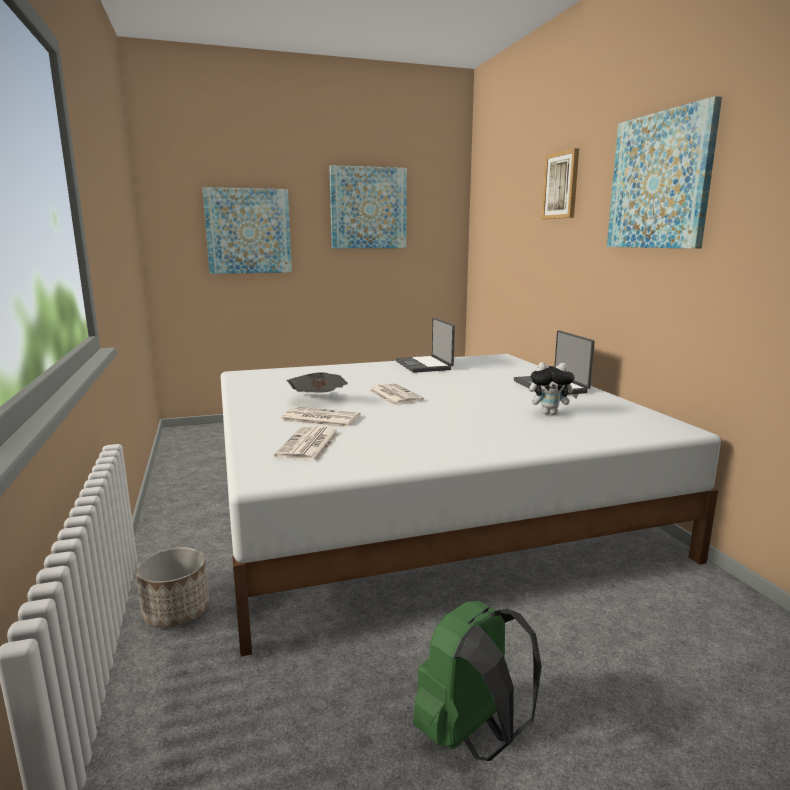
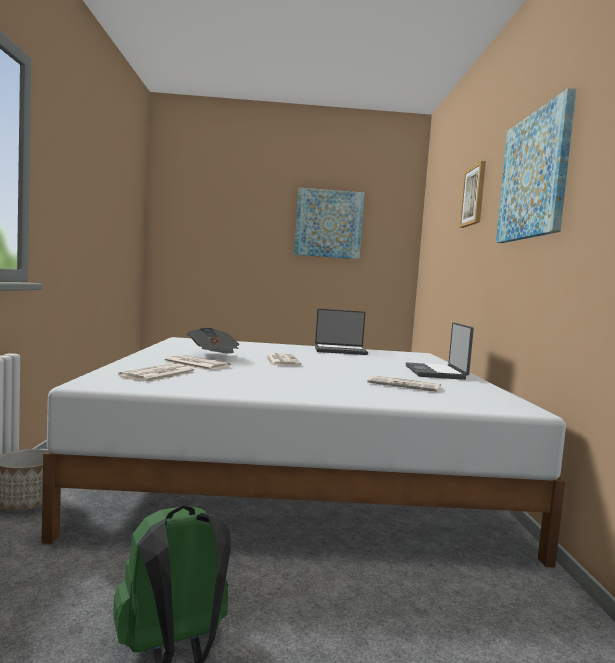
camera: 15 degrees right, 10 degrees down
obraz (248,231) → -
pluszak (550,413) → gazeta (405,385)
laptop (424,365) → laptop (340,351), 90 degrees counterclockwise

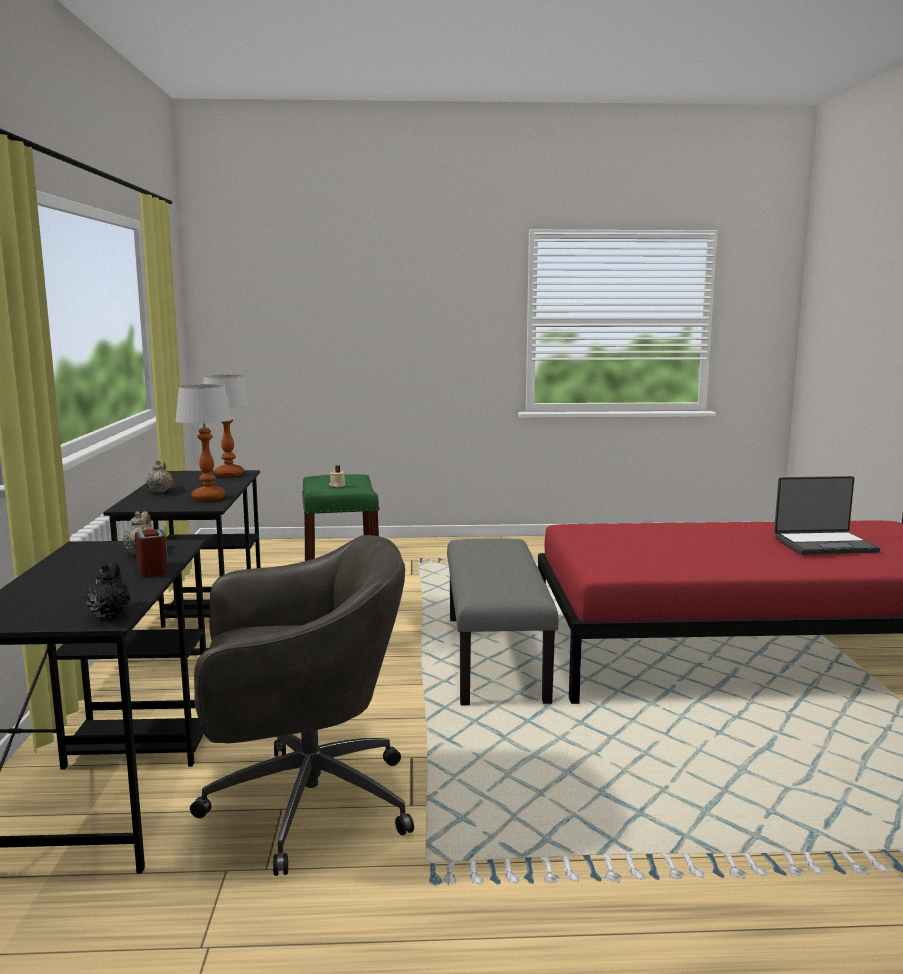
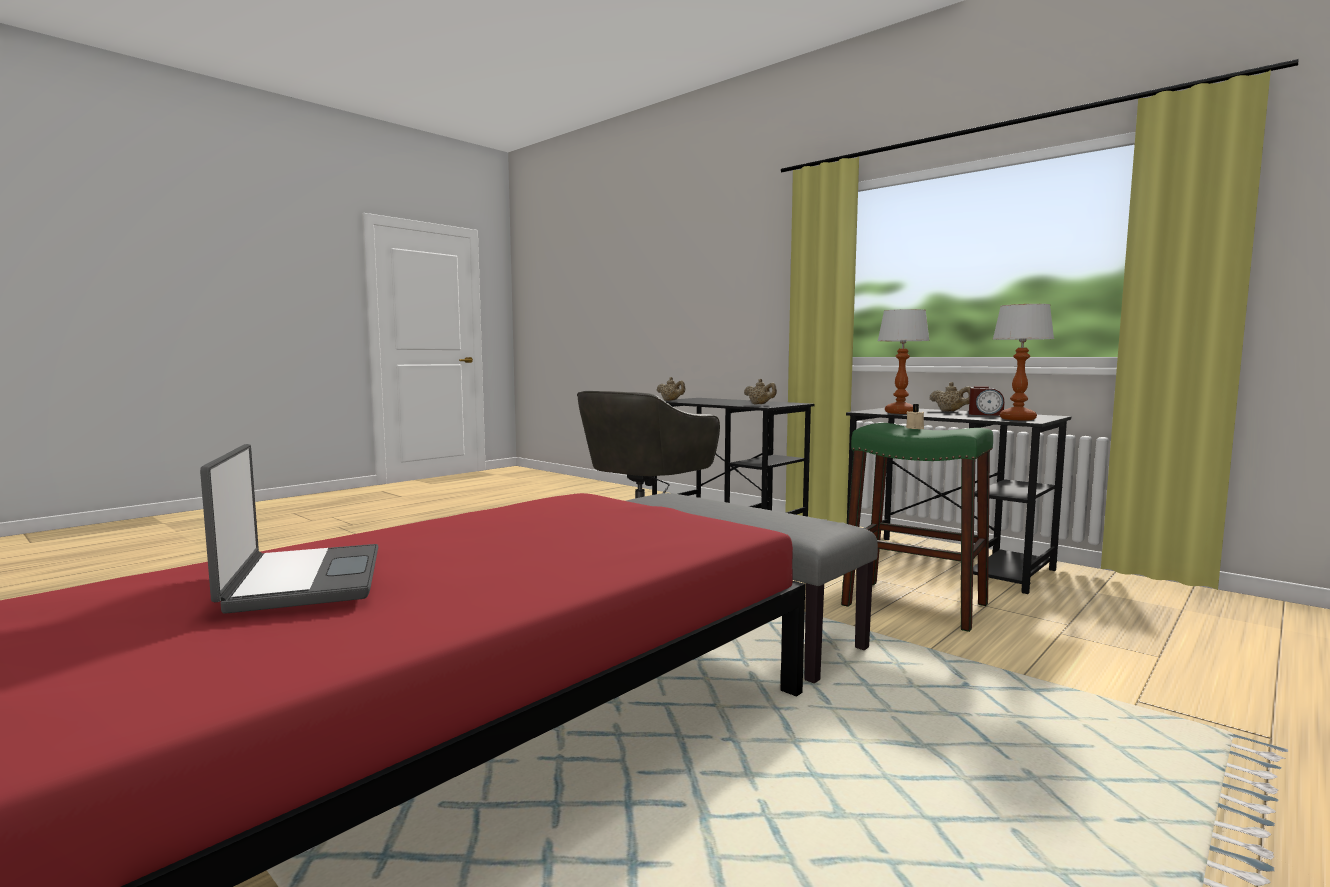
camera: 135 degrees right, 5 degrees down
budzik (153,569) → budzik (985,414), move
imbryk/czarny (110,614) → imbryk/beżowy (671,400)
laptop (824,544) → laptop (301,580), 120 degrees clockwise

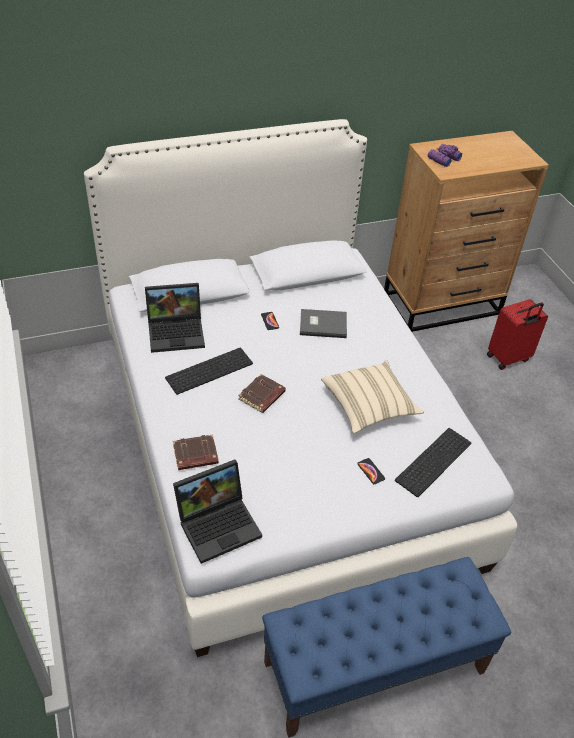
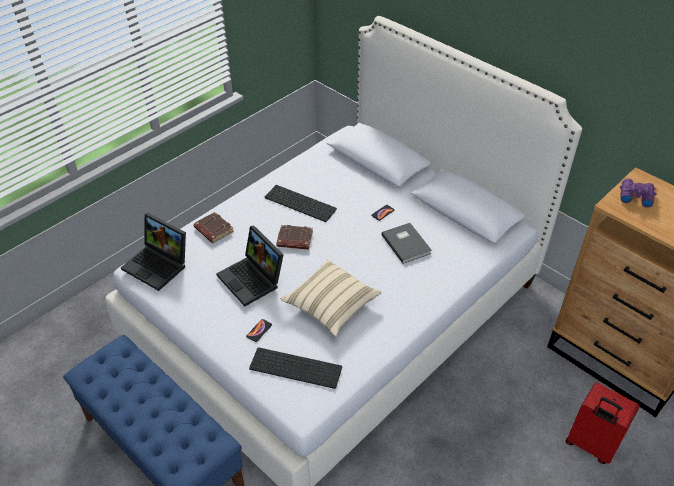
camera: 65 degrees right, 0 degrees up
laptop (177,332) → laptop (253,279), move

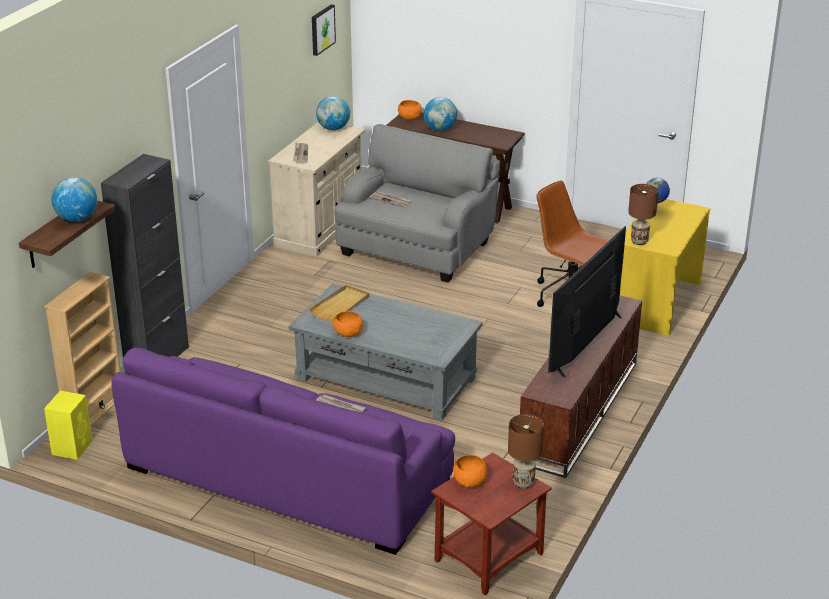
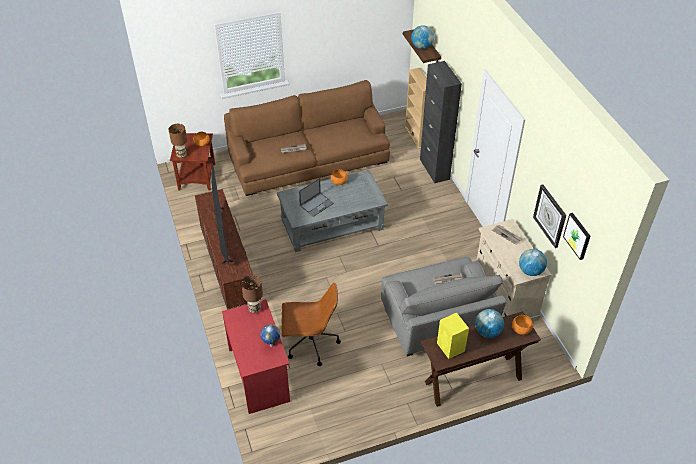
camera: 135 degrees right, 15 degrees up
taca/beżowy (340,305) → -
- → laptop (316,204)
- → zegar ścienny (550,216)
głośnik/żółty (72,447) → głośnik/żółty (451,347), move
kanapa/fioletowy (288,473) → kanapa/brązowy (309,160)
biurko/żółty (656,302) → biurko/czerwony (259,374)

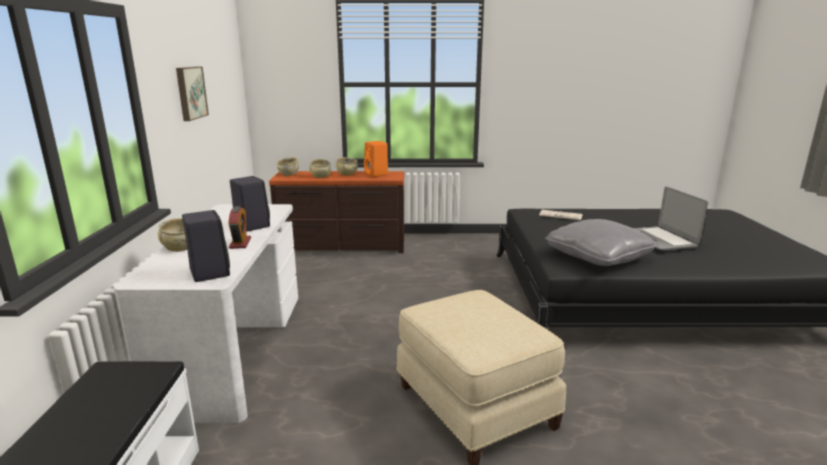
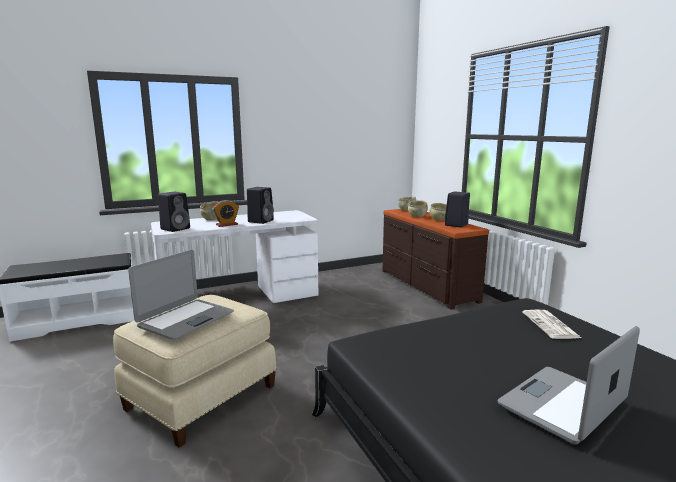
camera: 65 degrees right, 5 degrees down
obraz (190,92) → -
poduszka/szary (597,257) → -
- → laptop (185,319)
głośnik/pomarańczowy (377,174) → głośnik/czarny (456,225)

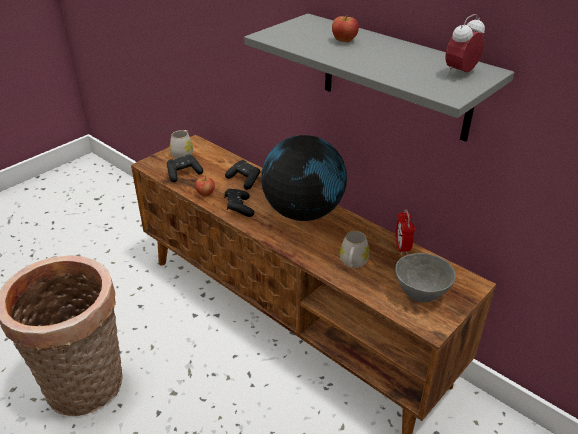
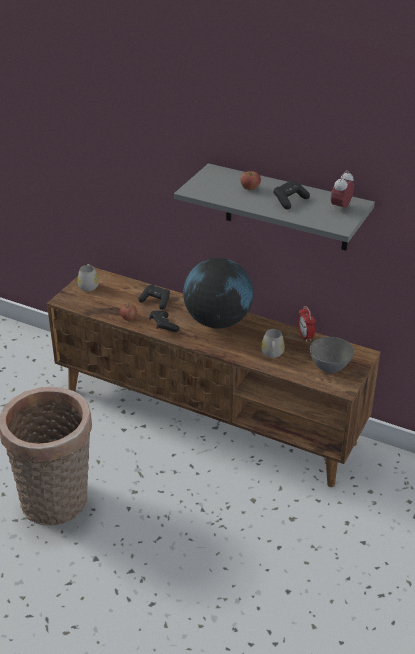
camera: 15 degrees left, 0 degrees up
pad do gier/czarny (184,173) → pad do gier/czarny (289,201), move

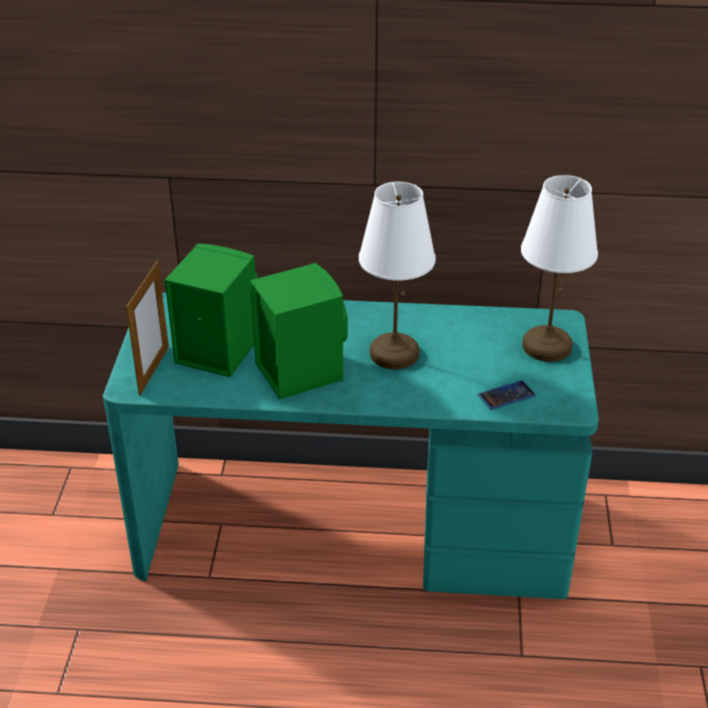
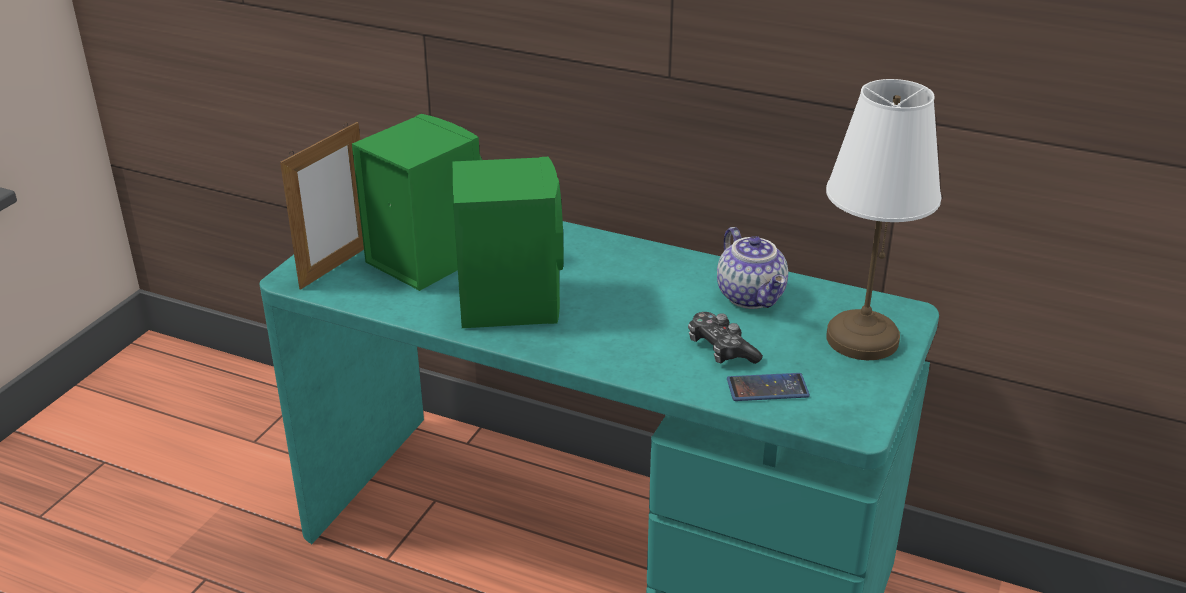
camera: 20 degrees right, 5 degrees down
lampa stołowa/biały (393,354) → -
- → pad do gier (721,349)
- → imbryk (752,296)

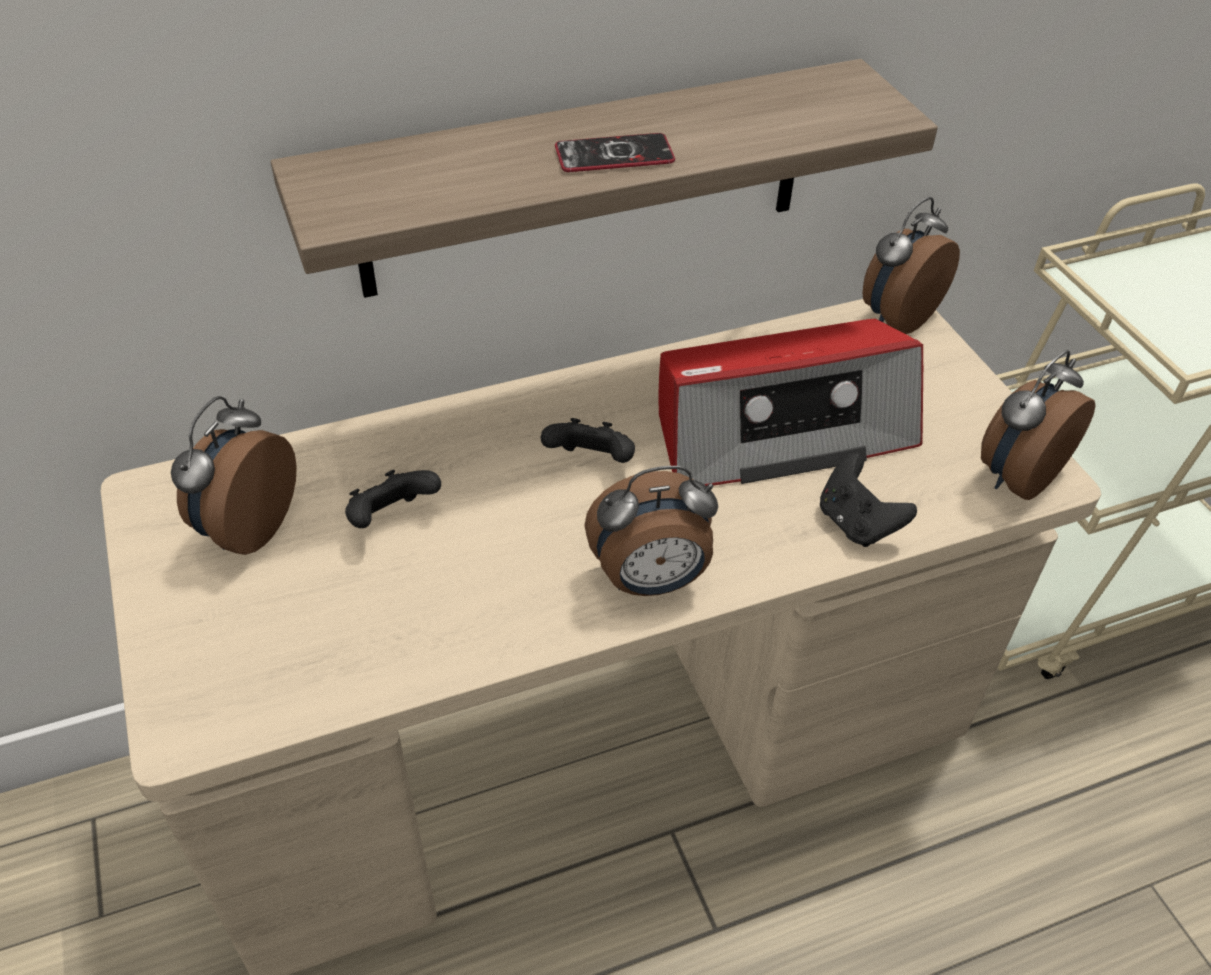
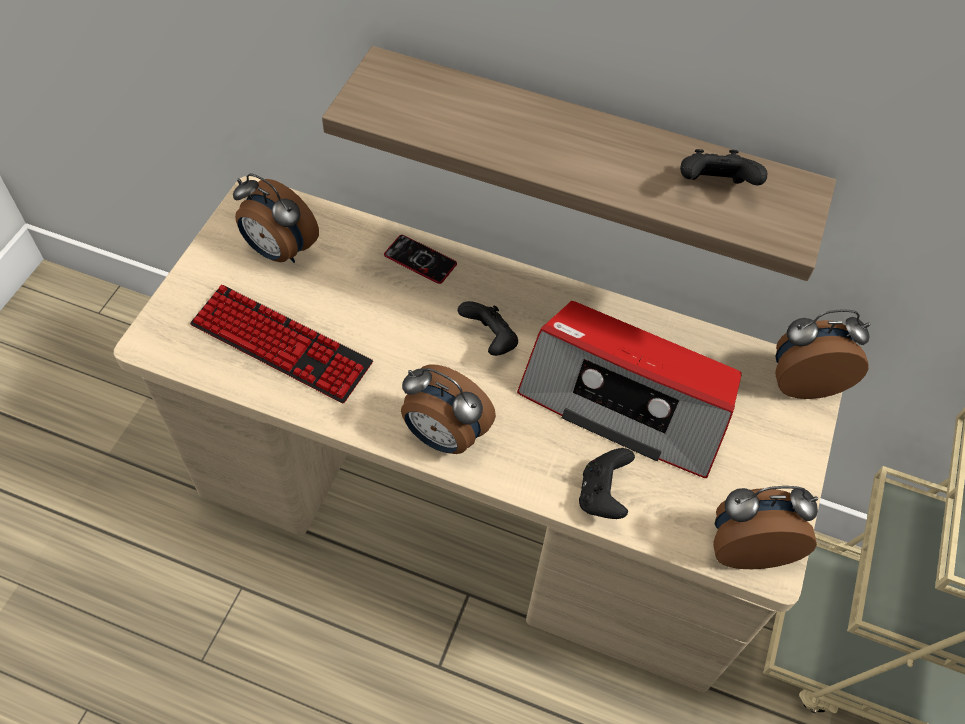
camera: 40 degrees right, 10 degrees up
- → klawiatura (281,345)
pad do gier/czarny (392,518) → pad do gier/czarny (714,187), move
telefon (614,155) → telefon (420,260), move
budzik (246,527) → budzik (279,251), 120 degrees counterclockwise

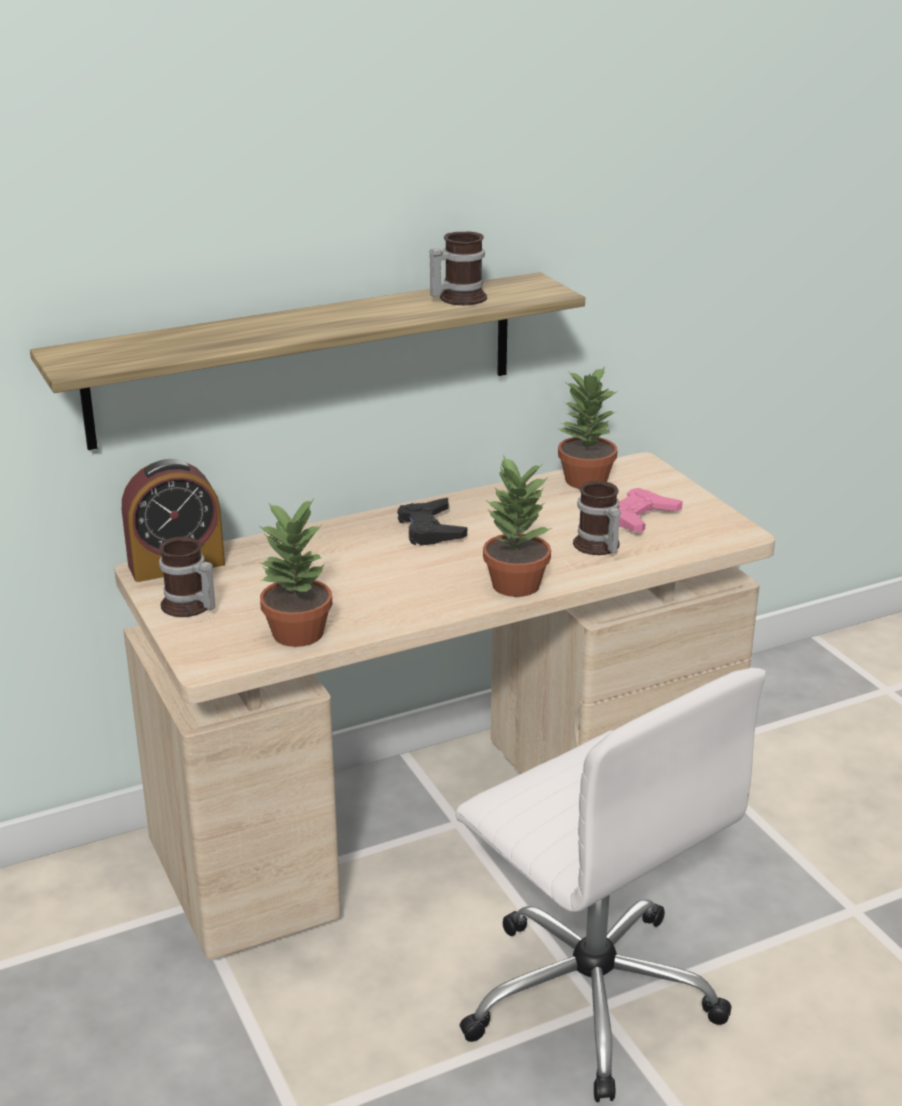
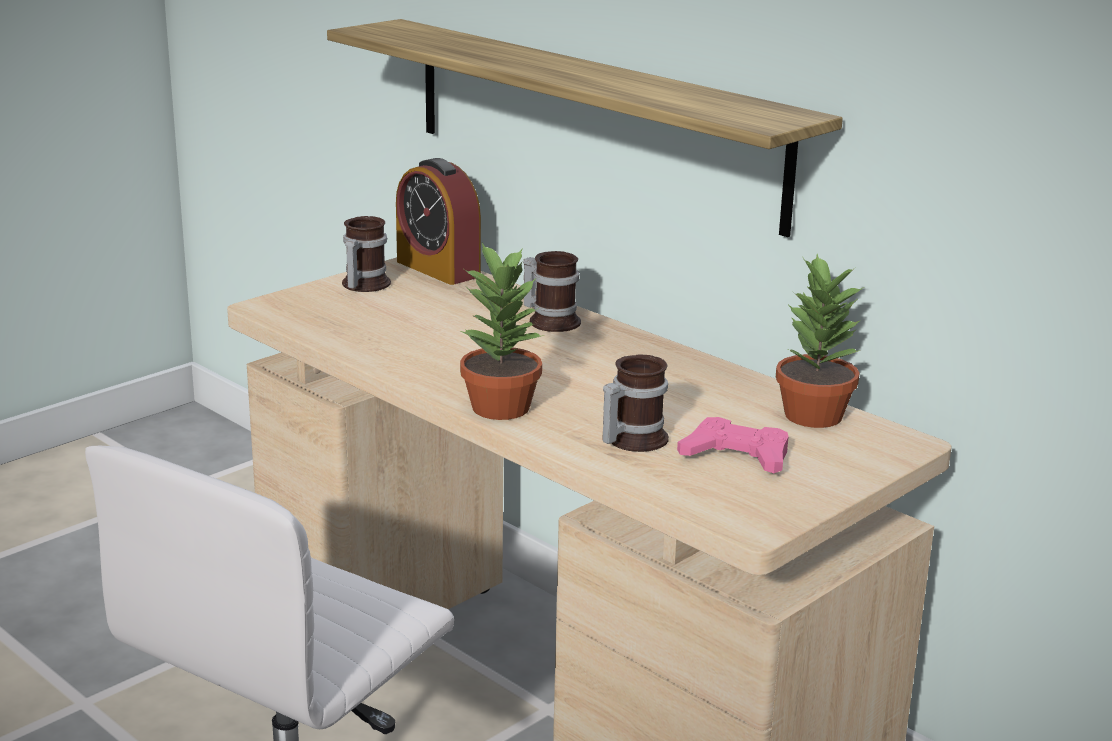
camera: 70 degrees right, 5 degrees down
roślina doniczkowa (299,634) → -
pad do gier/czarny (430,529) → -
kubek (457,298) → kubek (552,320), move

